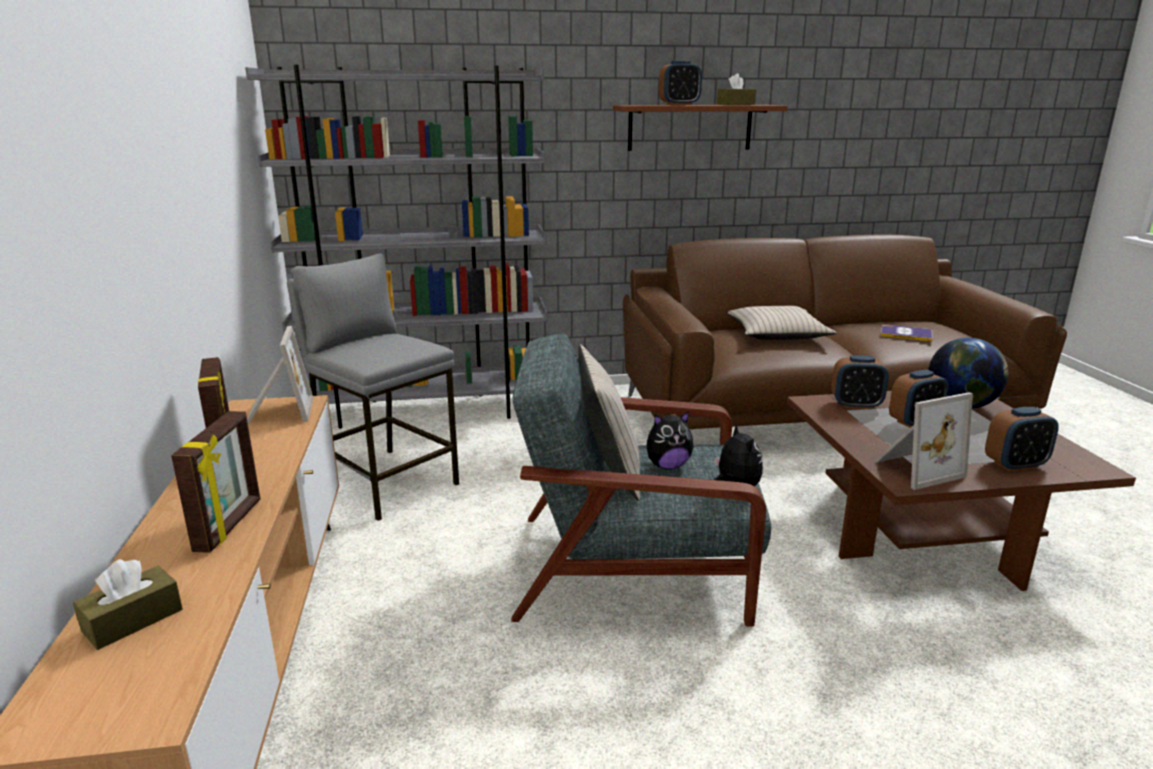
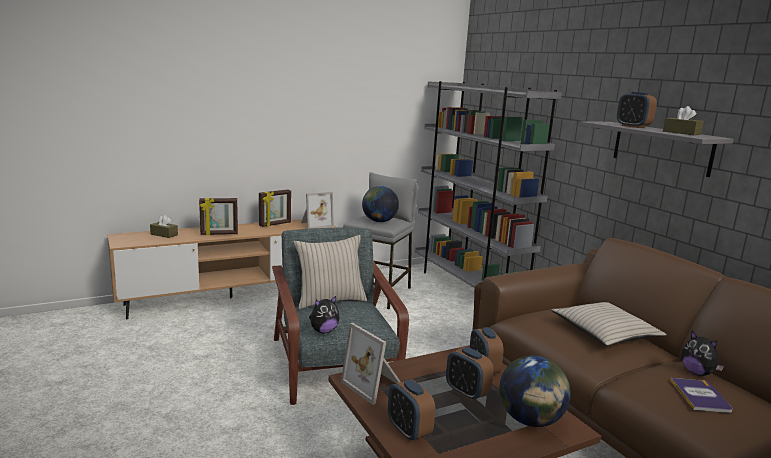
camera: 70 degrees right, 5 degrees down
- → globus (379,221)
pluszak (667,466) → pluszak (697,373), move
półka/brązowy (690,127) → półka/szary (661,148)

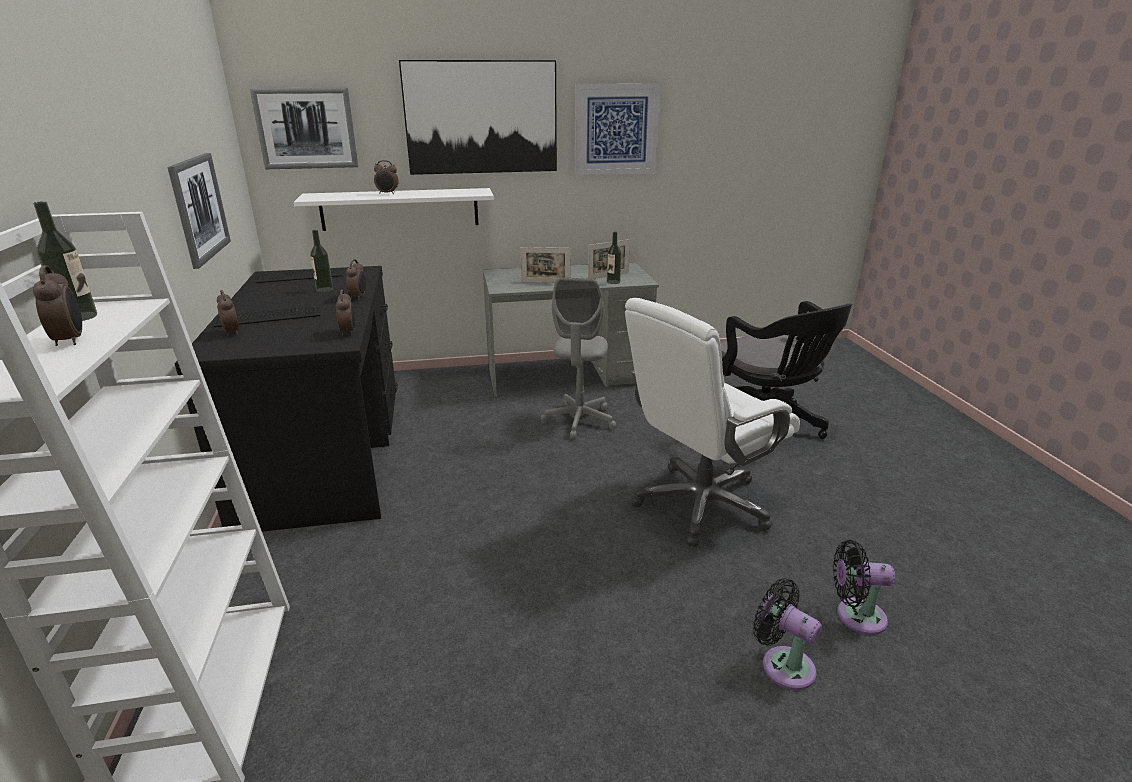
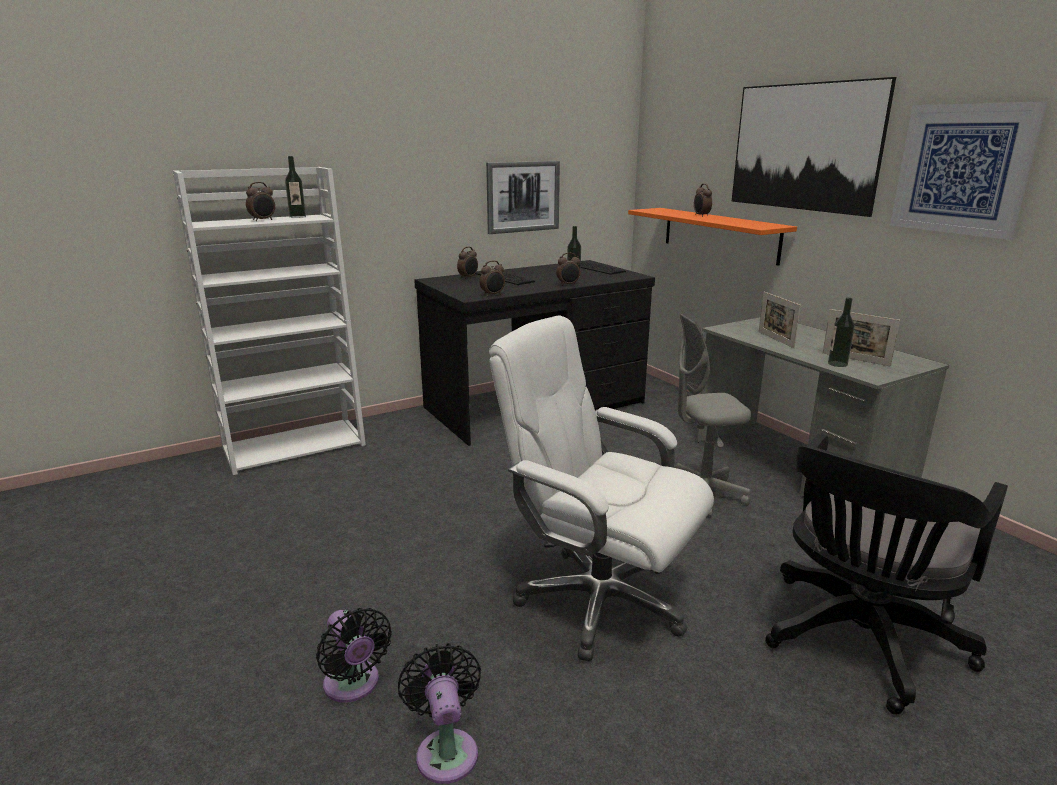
camera: 70 degrees right, 5 degrees down
obraz (306,128) → -
półka/biały (400,209) → półka/pomarańczowy (719,234)
wentylator/czarny (783,664) → wentylator/czarny (353,685), 120 degrees clockwise

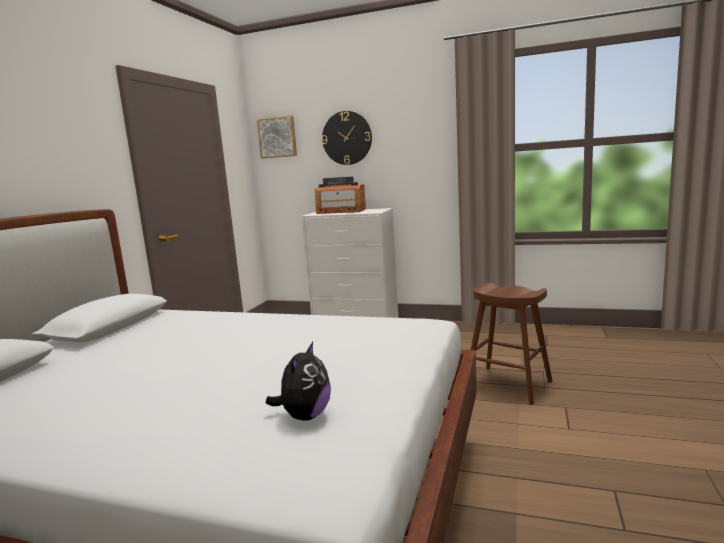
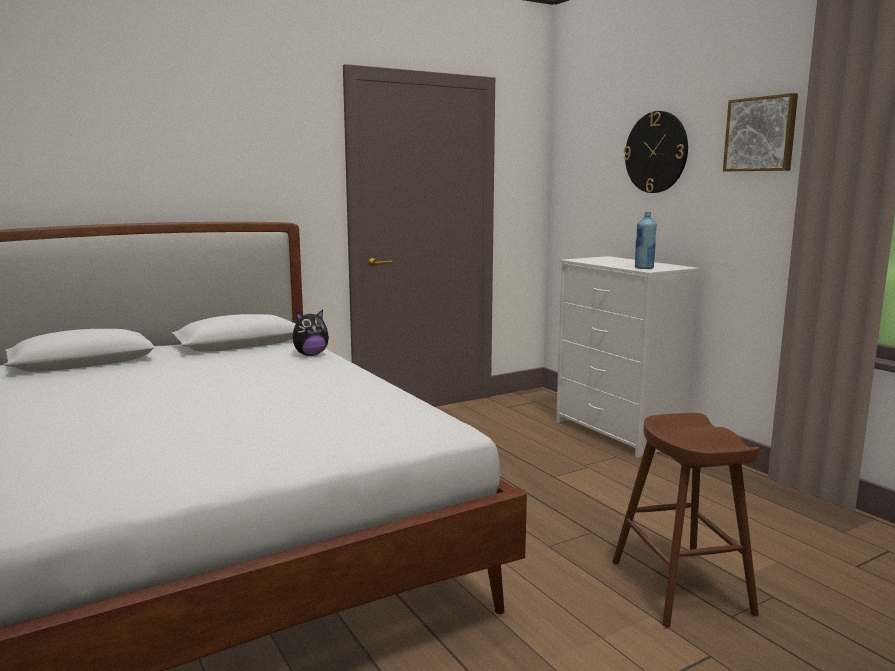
camera: 40 degrees right, 0 degrees up
radio (341,211) → -
- → butelka/niebieski (644,268)
obraz (277,137) → obraz (761,134), move
pluszak (305,416) → pluszak (310,355), move

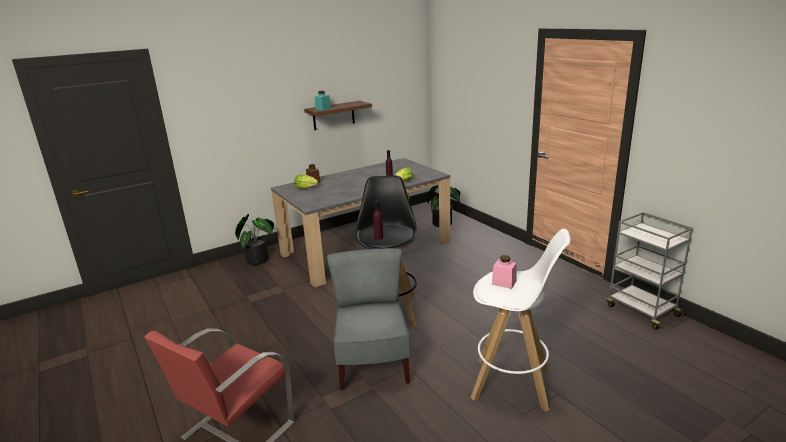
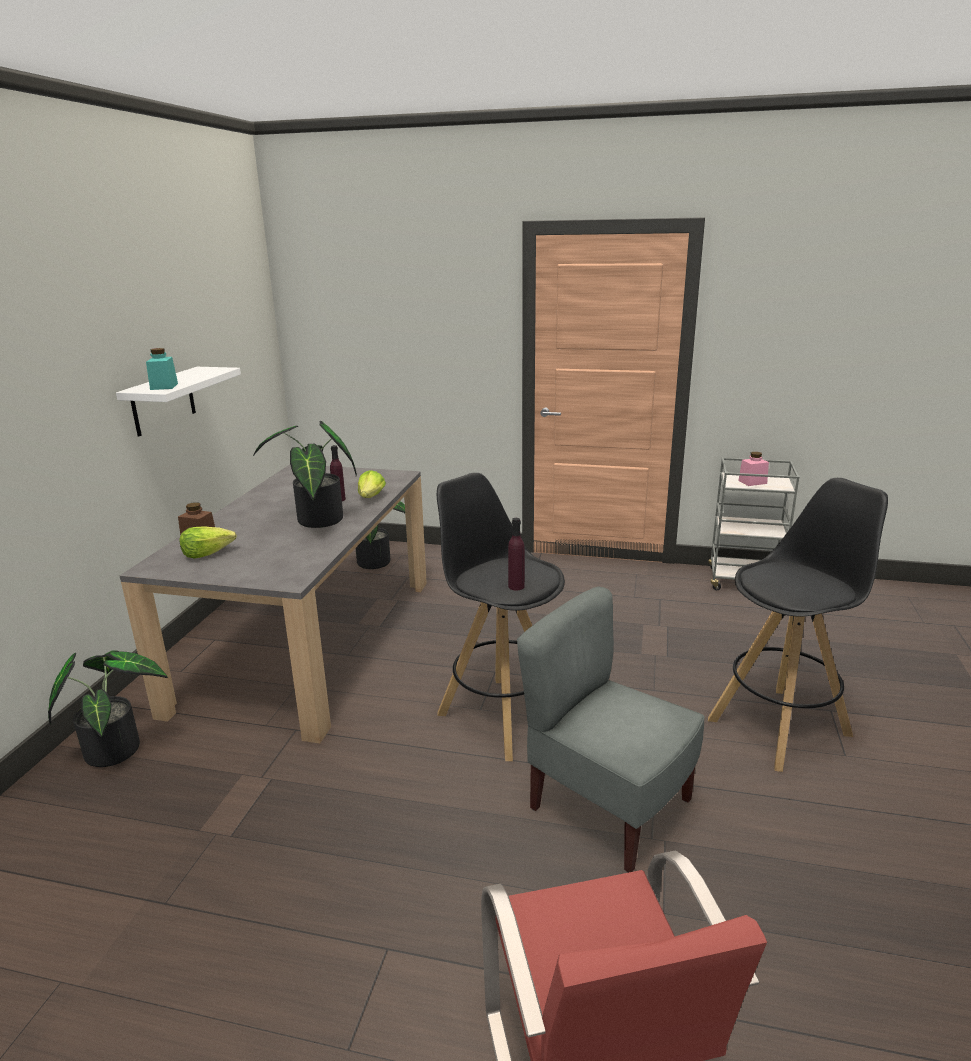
camera: 45 degrees left, 0 degrees up
- → roślina doniczkowa (317,522)
słoik/różowy (504,283) → słoik/różowy (752,482), move
półka/brązowy (333,115) → półka/biały (163,401)
stołek/biały (512,384) → stołek/czarny (780,726)

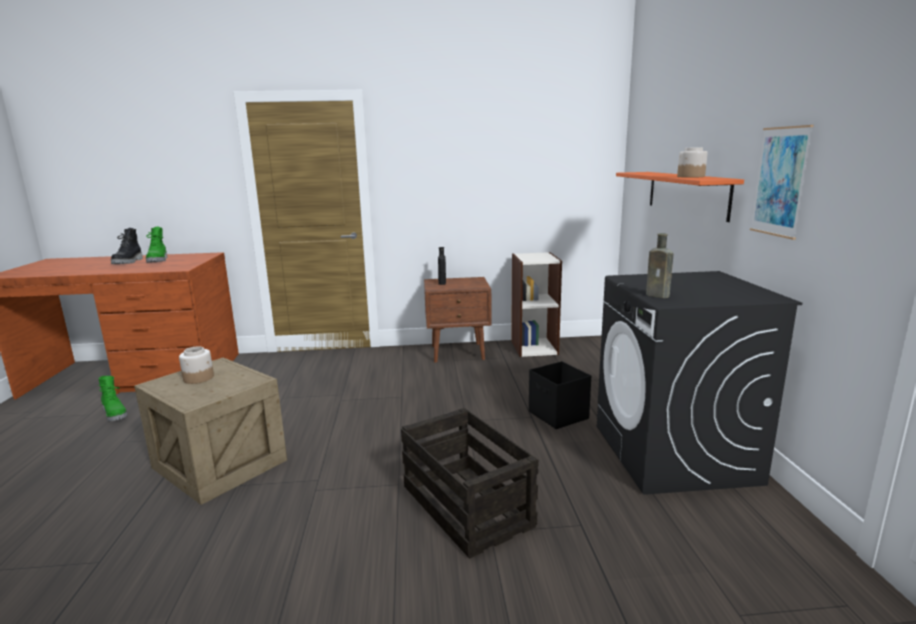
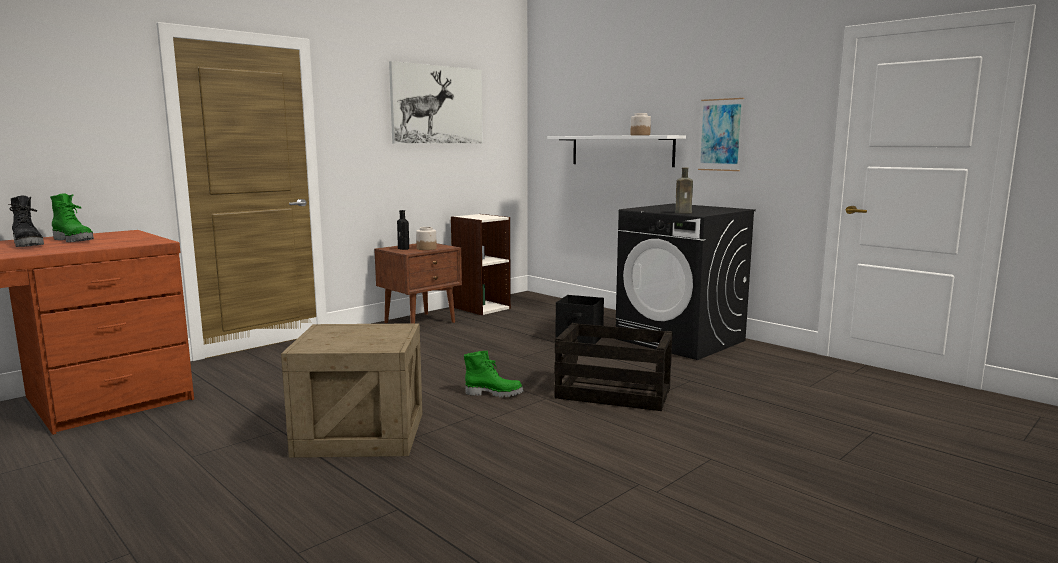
camera: 40 degrees left, 5 degrees down
- → obraz (437,105)
but z cholewką/zielony (115,414) → but z cholewką/zielony (494,393), move
słoik (199,378) → słoik (426,248), move
półka/pomarańczowy (686,193) → półka/biały (621,150)

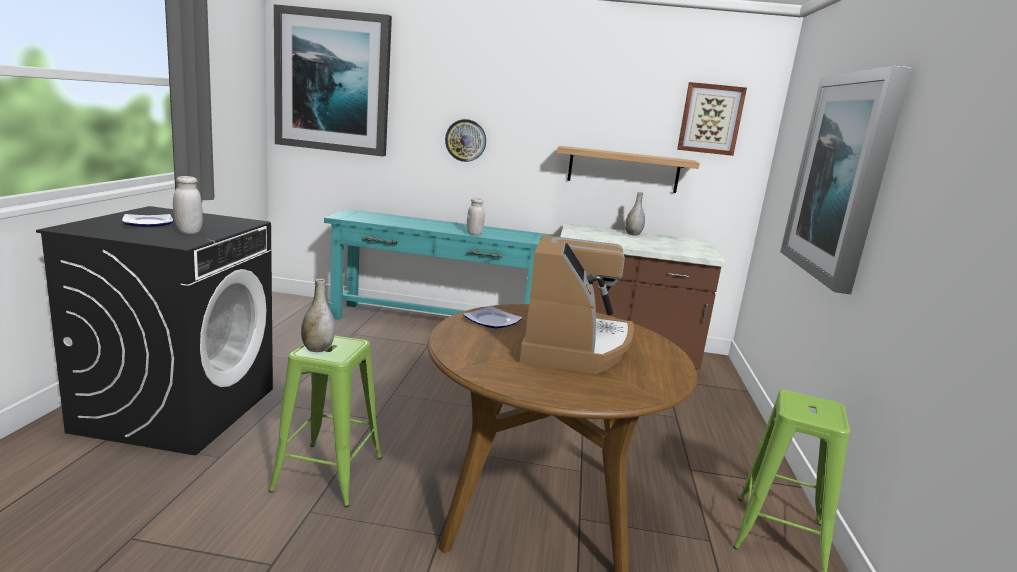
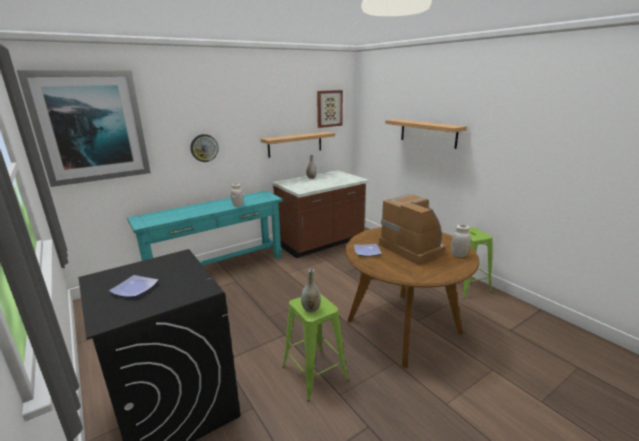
camera: 40 degrees left, 5 degrees up
słoik/biały (189,232) → słoik/biały (459,255), move
obraz (842,177) → półka (428,133)

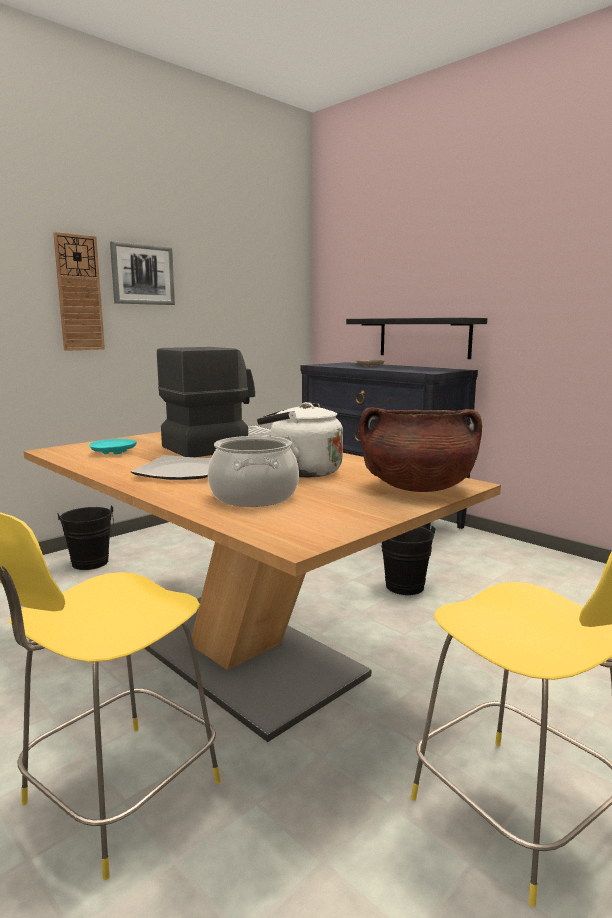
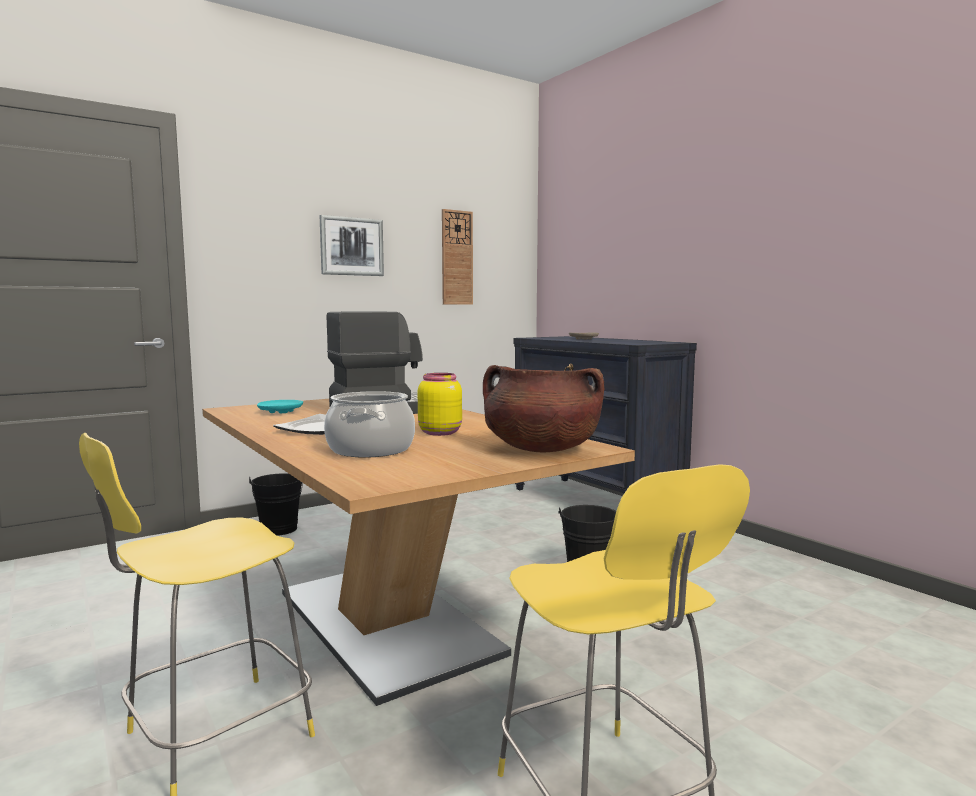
camera: 10 degrees right, 5 degrees down
półka/czarny (424,337) → -
zegar ścienny (79,293) → zegar ścienny (457,258), move
czajnik/biały (301,472) → słoik/żółty (440,432)

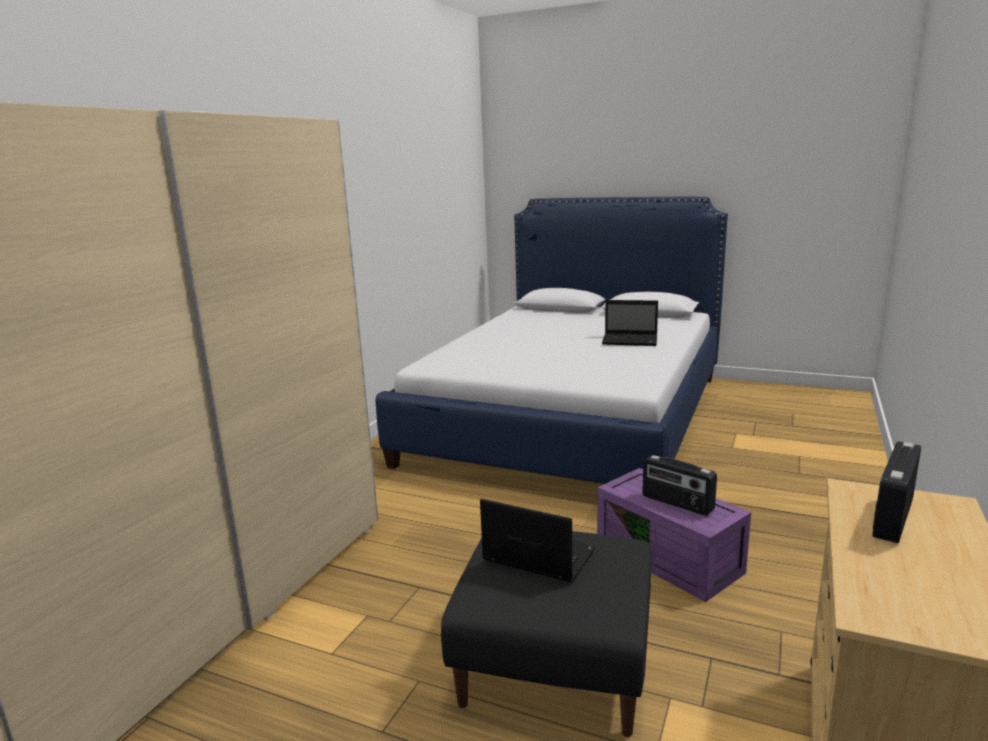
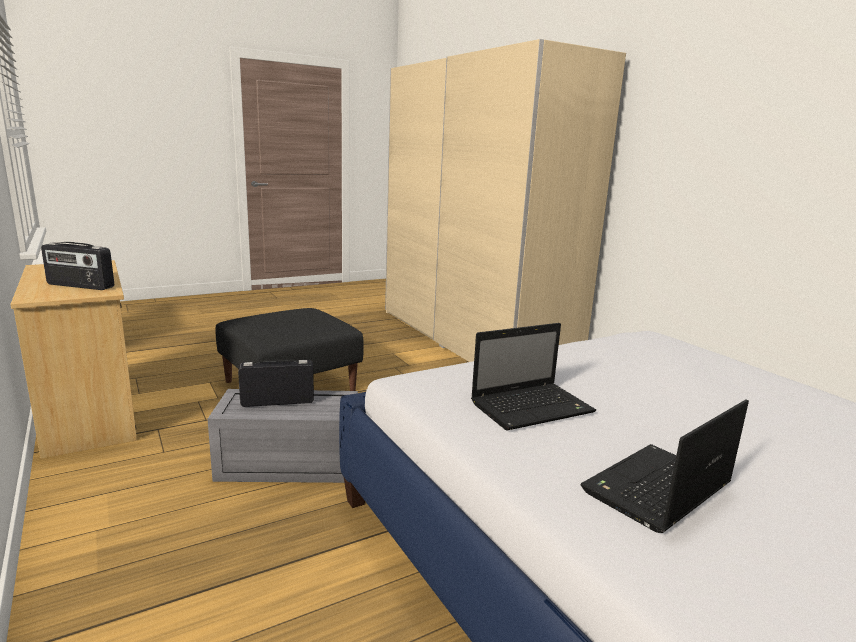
camera: 125 degrees right, 0 degrees up
laptop (536,556) → laptop (533,407), move
pojemnik do przechowywania/fioletowy (671,558) → pojemnik do przechowywania/szary (286,464)
radio (891,517) → radio (80,286), 120 degrees clockwise

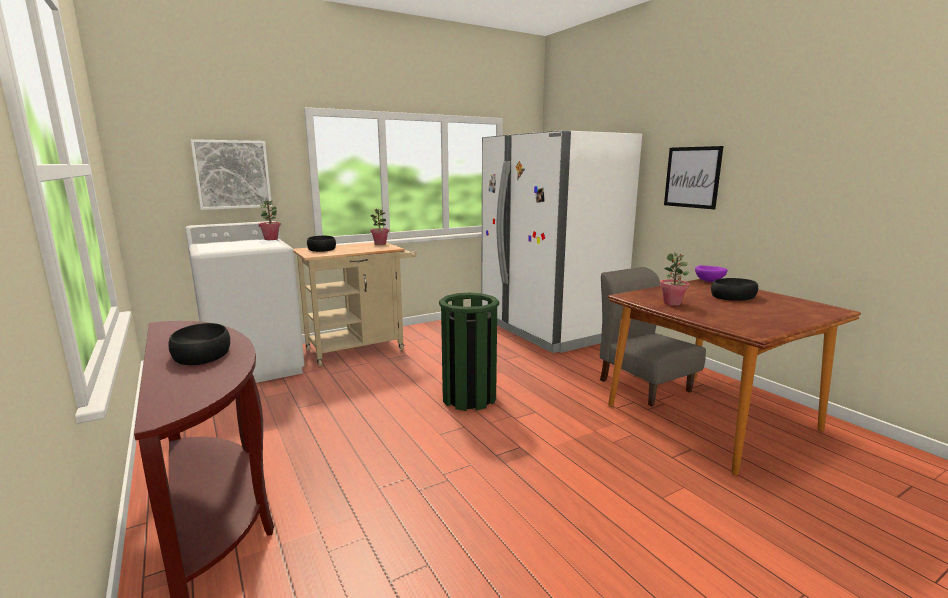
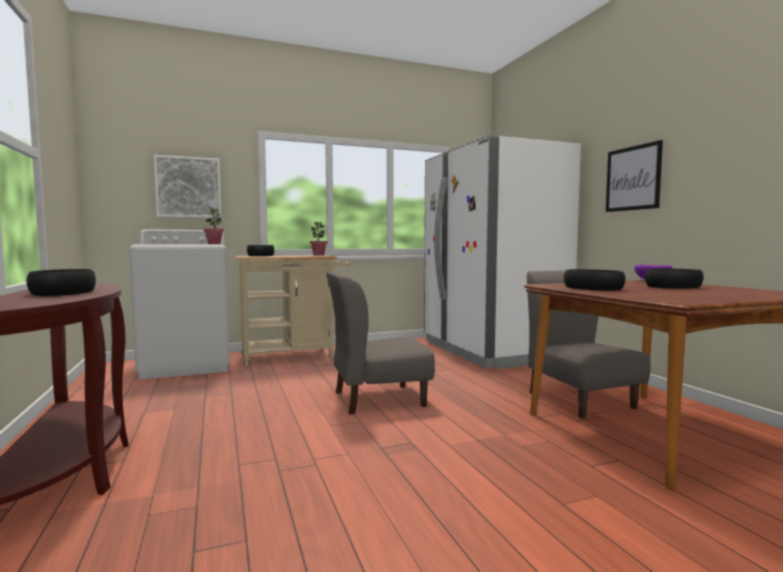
camera: 10 degrees right, 10 degrees down
kosz na śmieci/zielony (469,398) → krzesło/szary (378,398)
roślina doniczkowa (672,303) → miska/czarny (593,288)

